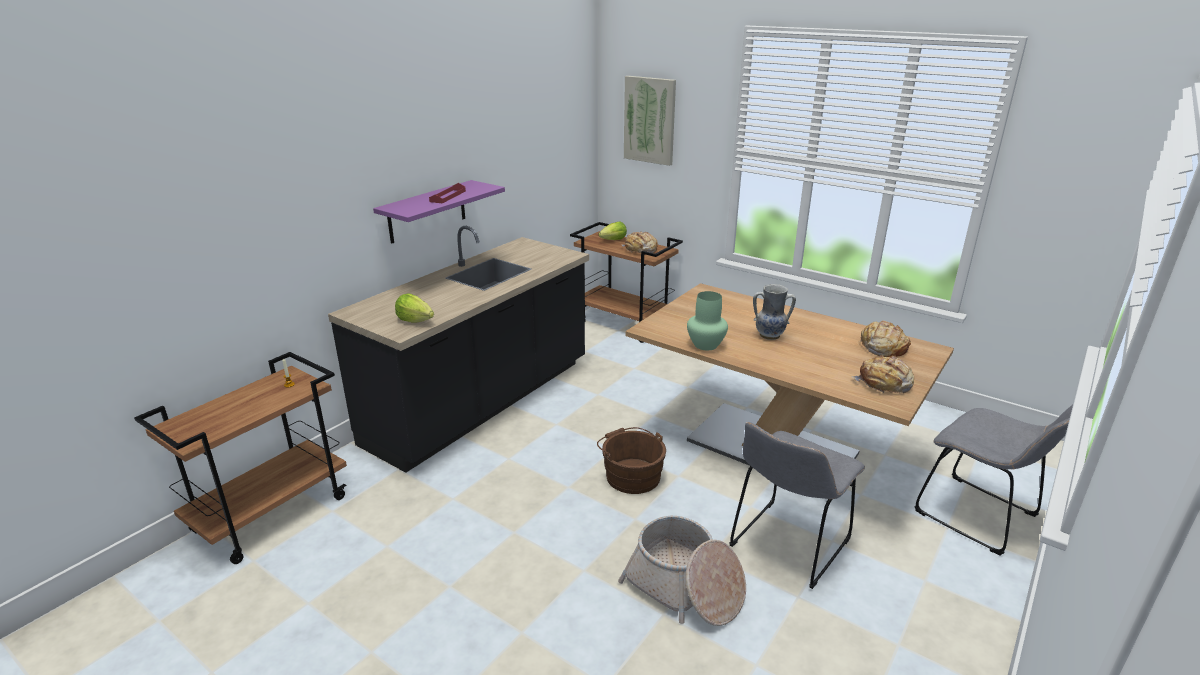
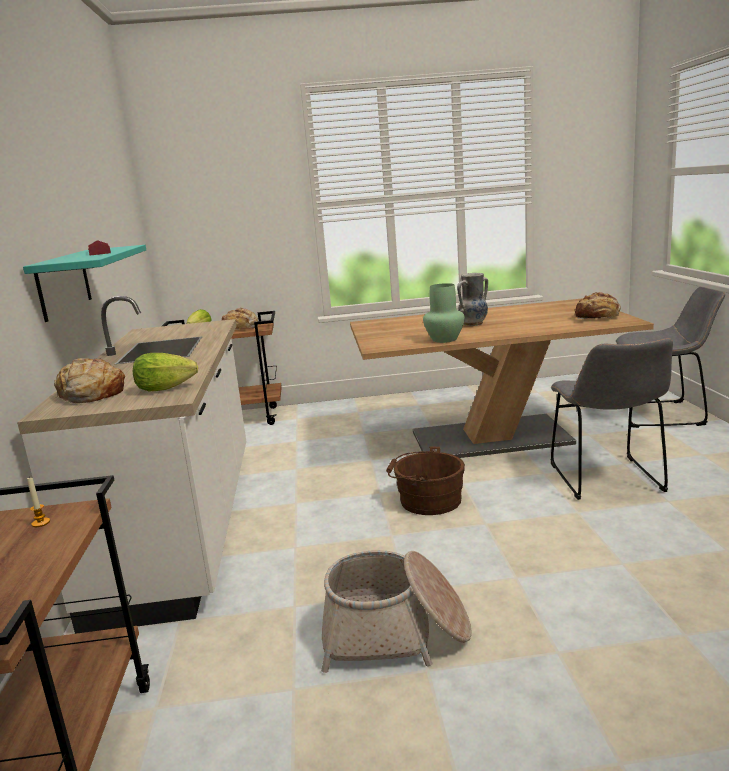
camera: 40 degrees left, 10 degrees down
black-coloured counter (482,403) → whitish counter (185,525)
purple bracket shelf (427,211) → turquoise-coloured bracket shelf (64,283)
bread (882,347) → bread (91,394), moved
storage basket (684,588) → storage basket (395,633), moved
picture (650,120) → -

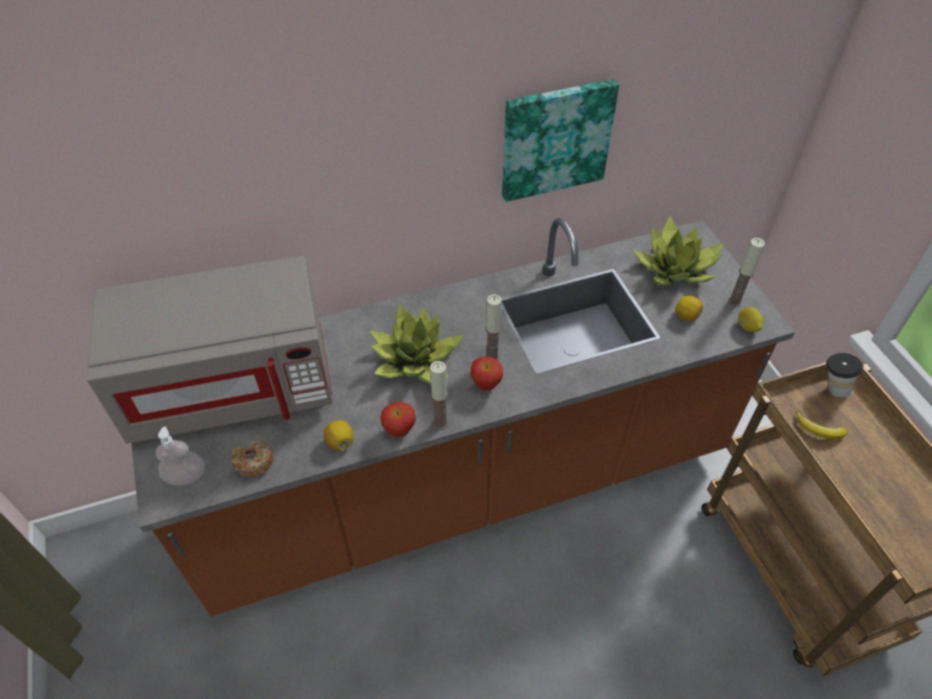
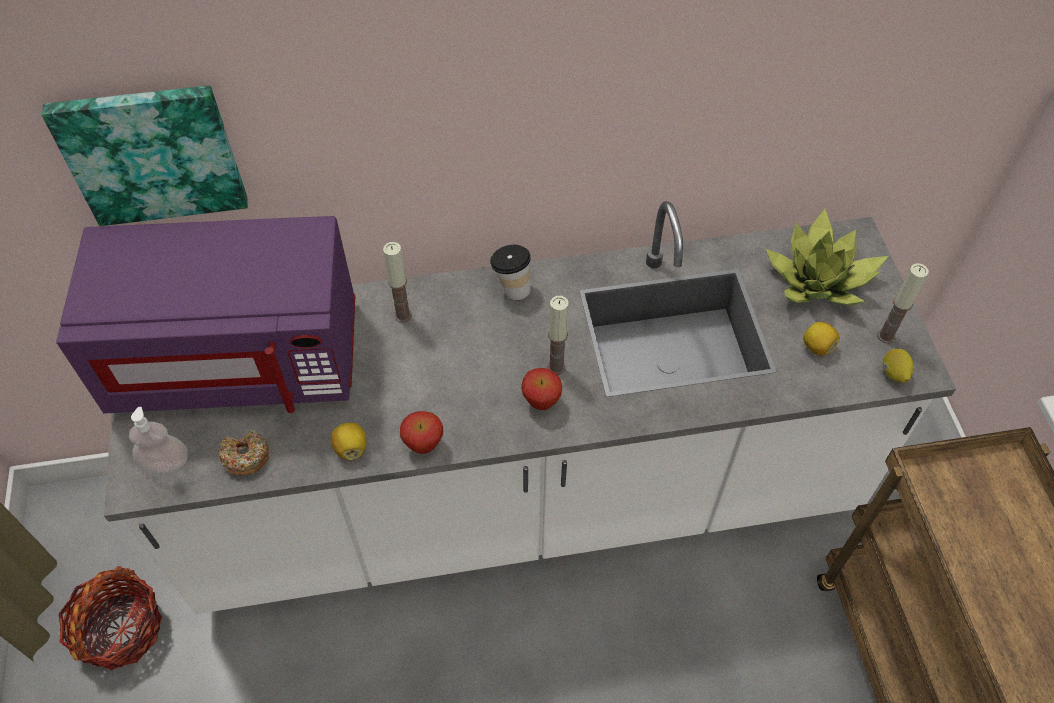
camera: 10 degrees right, 5 degrees up
picture (555,139) → picture (152,153), moved
greyish microwave (233,386) → purple microwave (239,358)
- → storage basket (121,629)
brownish counter (466,484) → whitish counter (527,501)
wax light (440,423) → wax light (403,315), moved
drinking cup (831,388) → drinking cup (512,288), moved
potted plant (416,361) → -
whole banana (818,430) → -

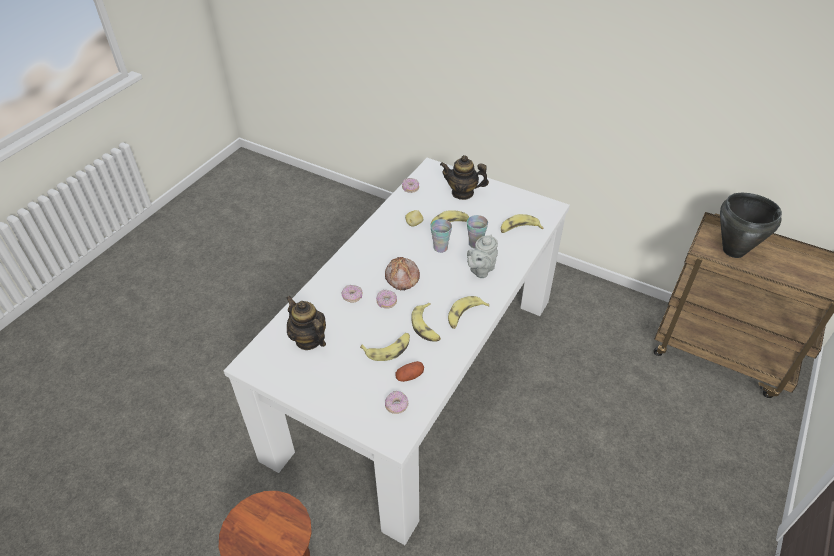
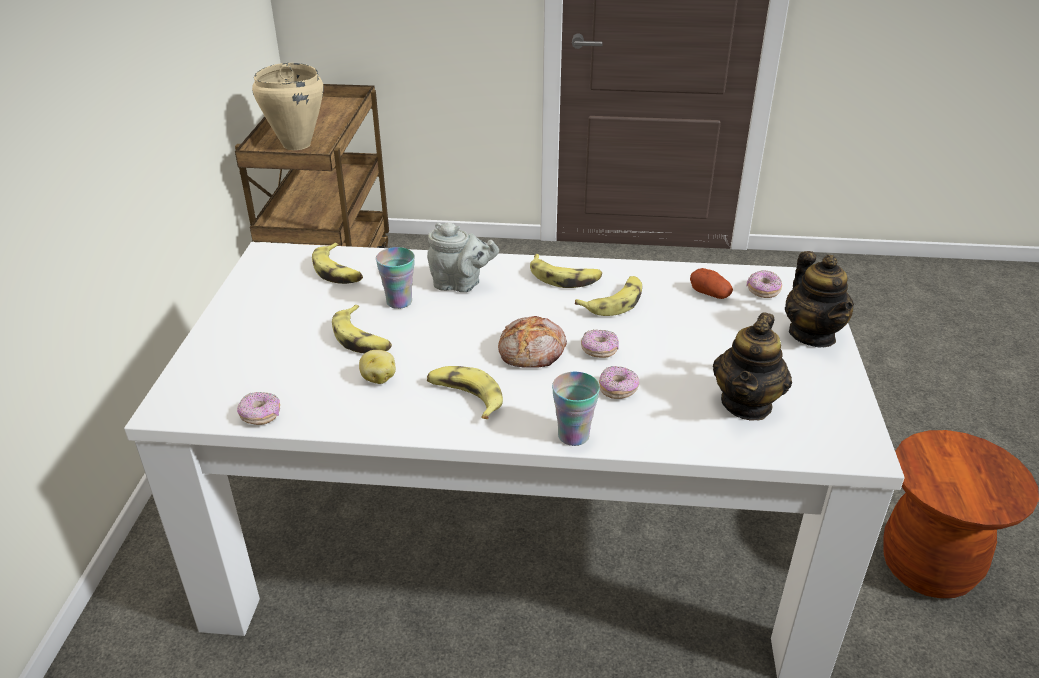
camera: 115 degrees left, 10 degrees down
black-coloured saucepot (733,250) → beige-coloured saucepot (296,145)
whole banana (388,349) → whole banana (465,397), moved
drinking cup (440,248) → drinking cup (573,436), moved
teapot (462,193) → teapot (812,334), moved

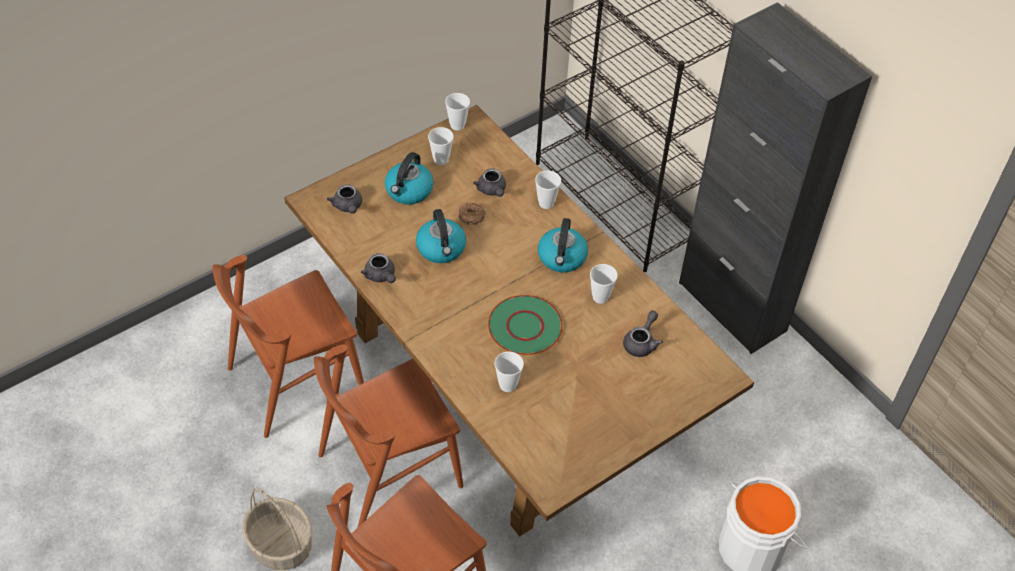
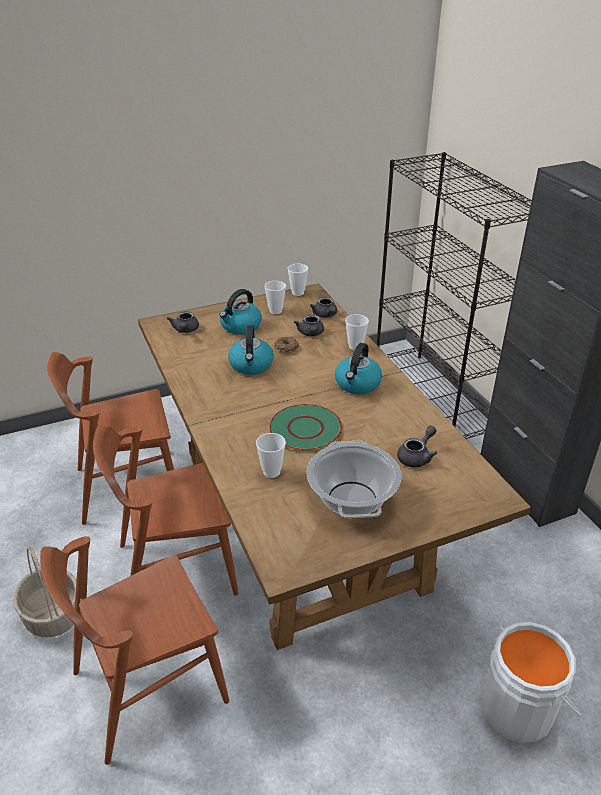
camera: 15 degrees right, 15 degrees down
- → saucepot (351,499)
greyish teapot (381,276) → greyish teapot (325,315), moved
drinking cup (600,297) → -

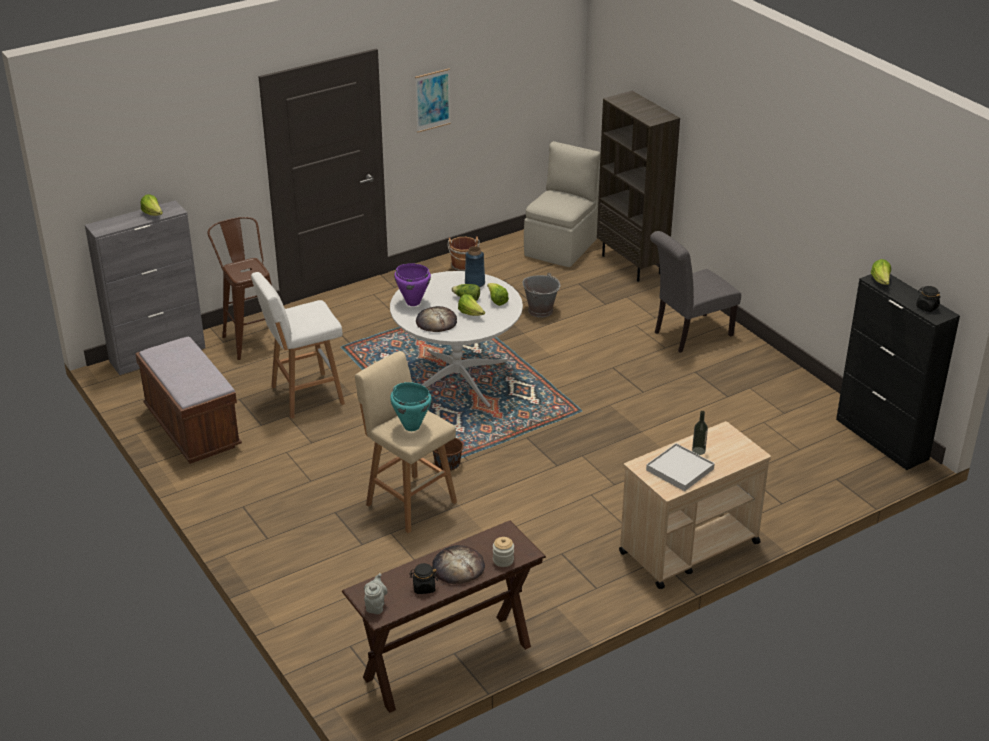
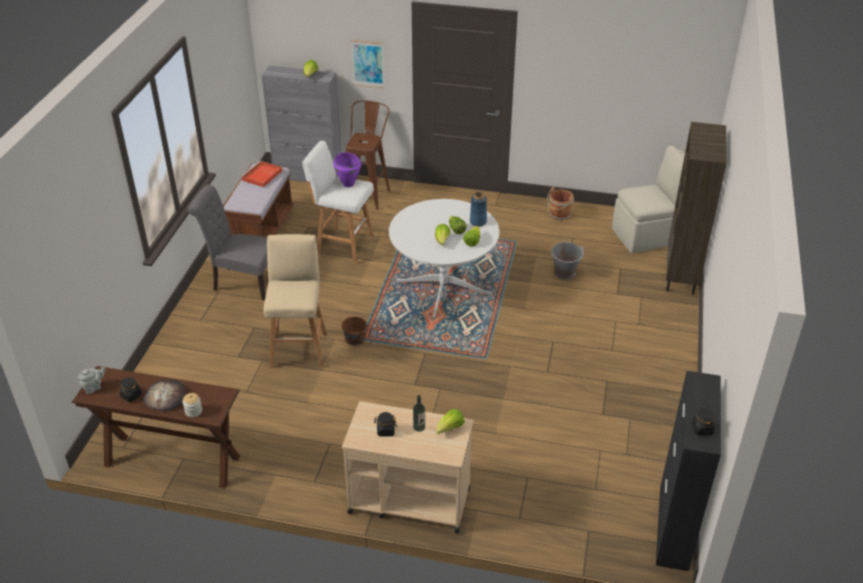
camera: 45 degrees right, 5 degrees up
greyish plain chair (688,334) → greyish plain chair (242,282), moved
- → reddish serving tray (262,176)
purple saucepot (413,302) → purple saucepot (348,184), moved
picture (432,100) → picture (368,64), moved
whitish serving tray (680,469) → black-coloured jar (385,431)
lettuce (881,281) → lettuce (450,429), moved
turquoise-coloured saucepot (411,426) → -
bread (436,322) → -

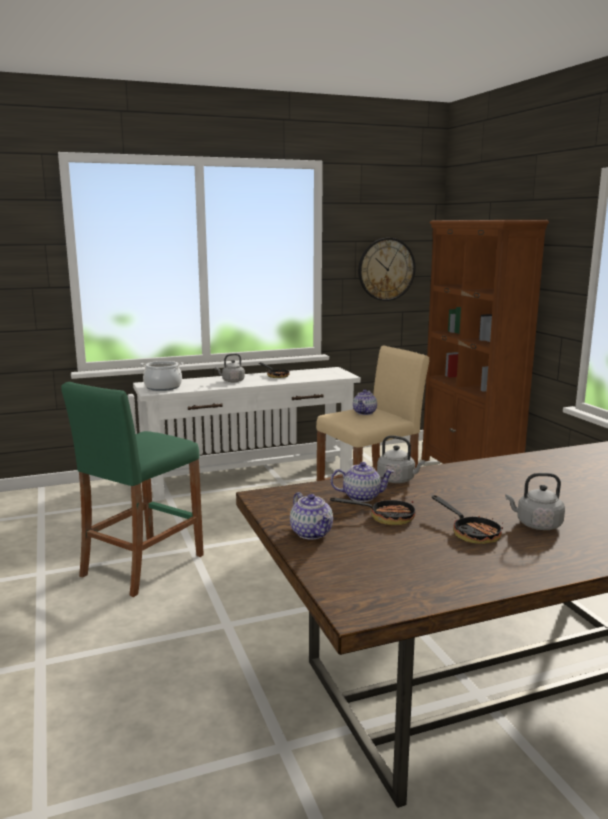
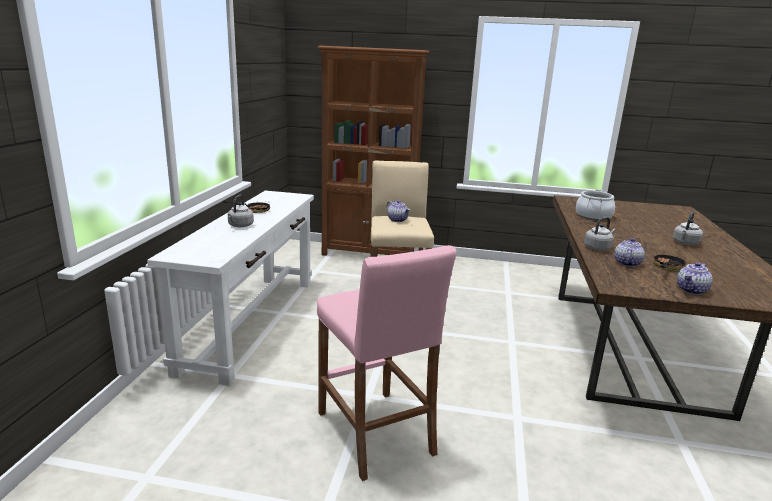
camera: 60 degrees left, 5 degrees up
greenish sitting stool (142,565) → pink sitting stool (375,433)
saucepot (163,387) → saucepot (593,216), moved
teapot (312,533) → teapot (691,290), 135 degrees clockwise
hanging clock (386,269) → -
frying pan (471,532) → -

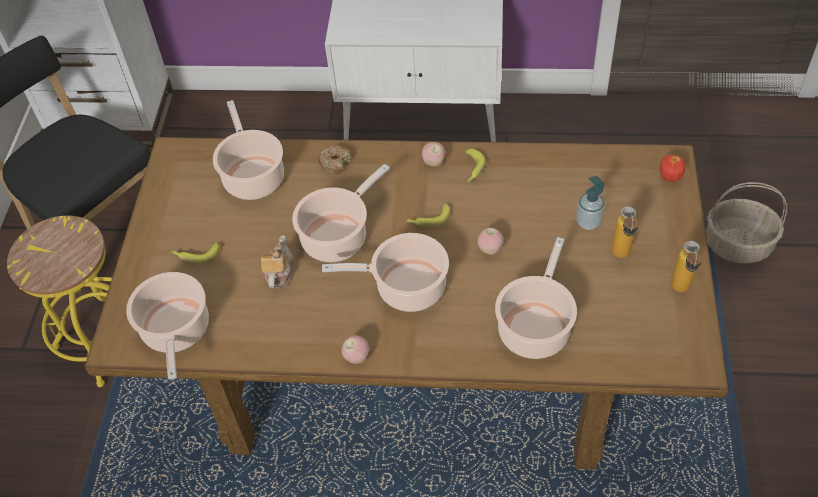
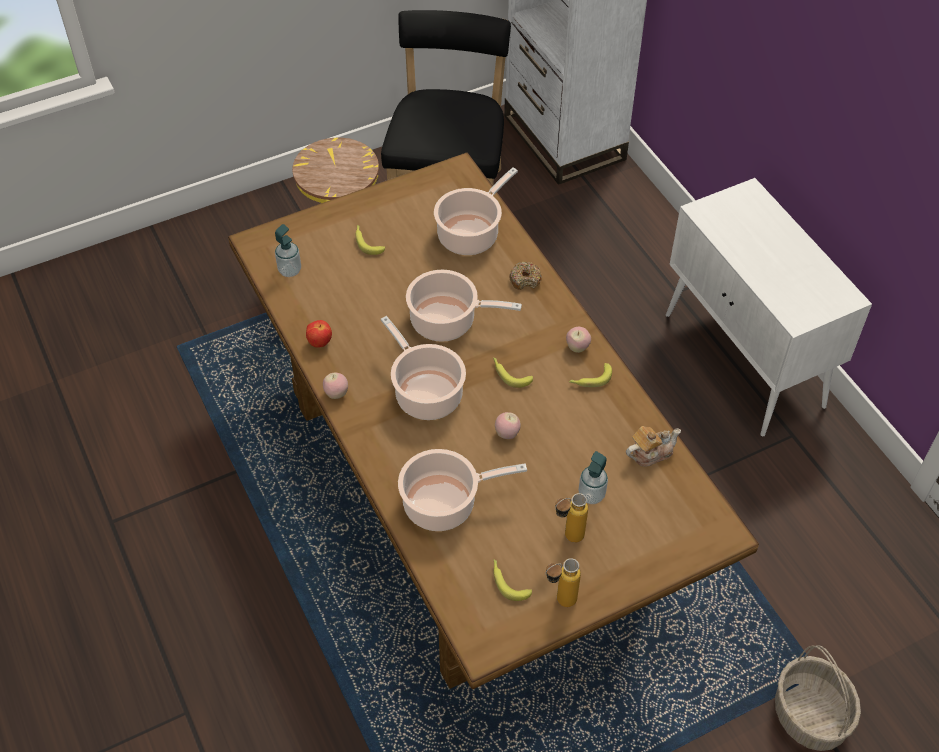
camera: 55 degrees right, 0 degrees up
saucepot (176,331) → liquid soap bottle (290,270)
whole apple (669,177) → whole apple (320,342), moved
- → whole banana (508,582)
teapot (279,273) → teapot (650,453), moved

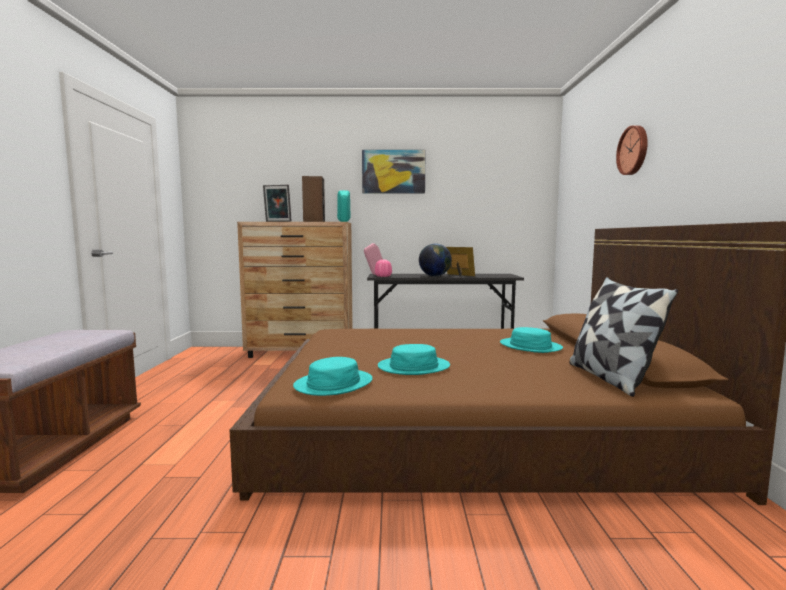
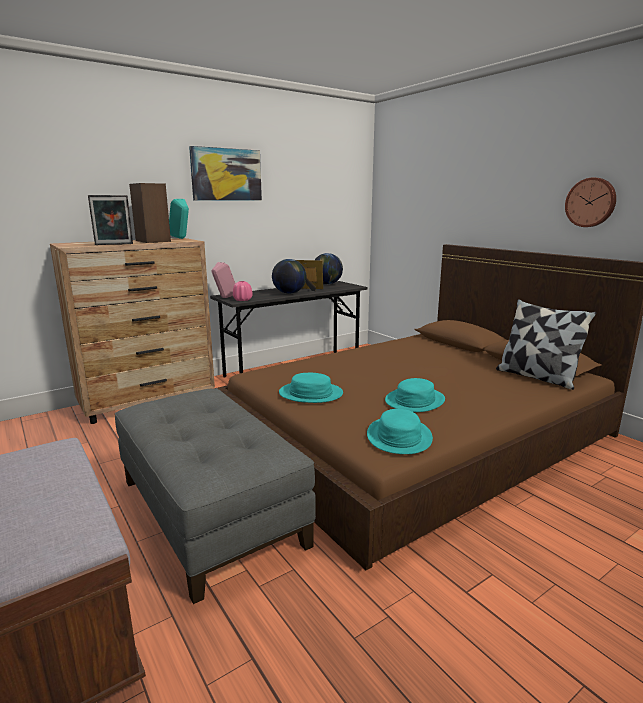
camera: 35 degrees left, 10 degrees up
- → greyish pouffe (212,511)
turquoise-coloured clothing hat (530,346) → turquoise-coloured clothing hat (310,394), moved
- → globe (327,284)
hanging clock (634,150) → hanging clock (591,202), moved

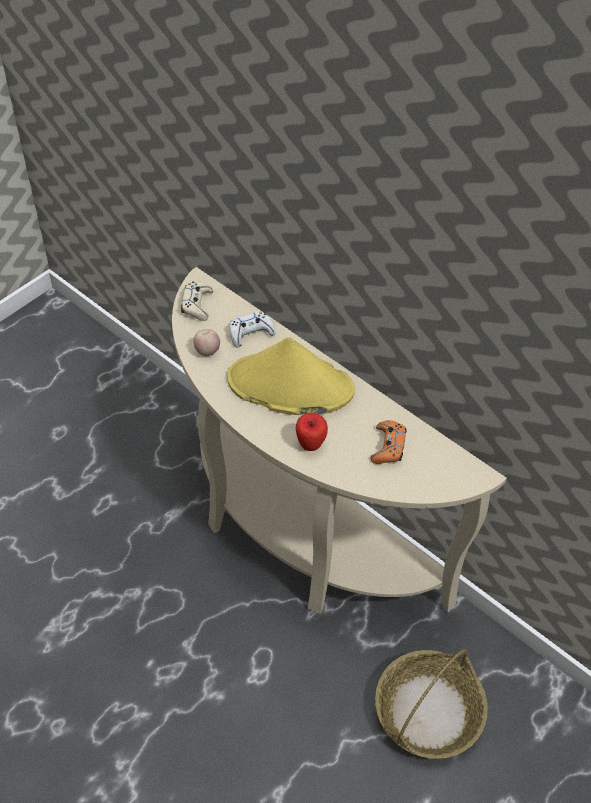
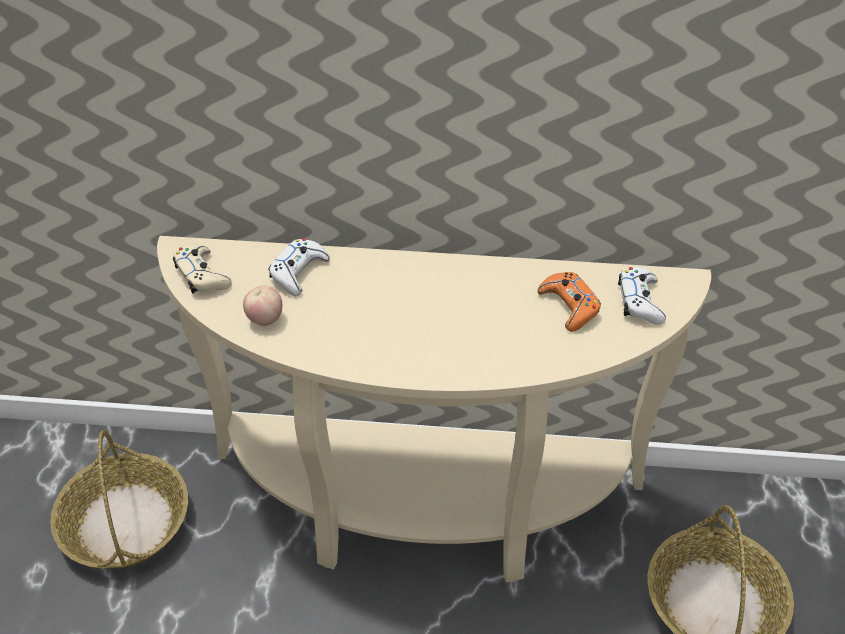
camera: 35 degrees left, 5 degrees down
- → storage basket (125,522)
- → whitish game controller (640,302)
yellow-coloured clothing hat (289,385) → -
whole apple (310,444) → -

